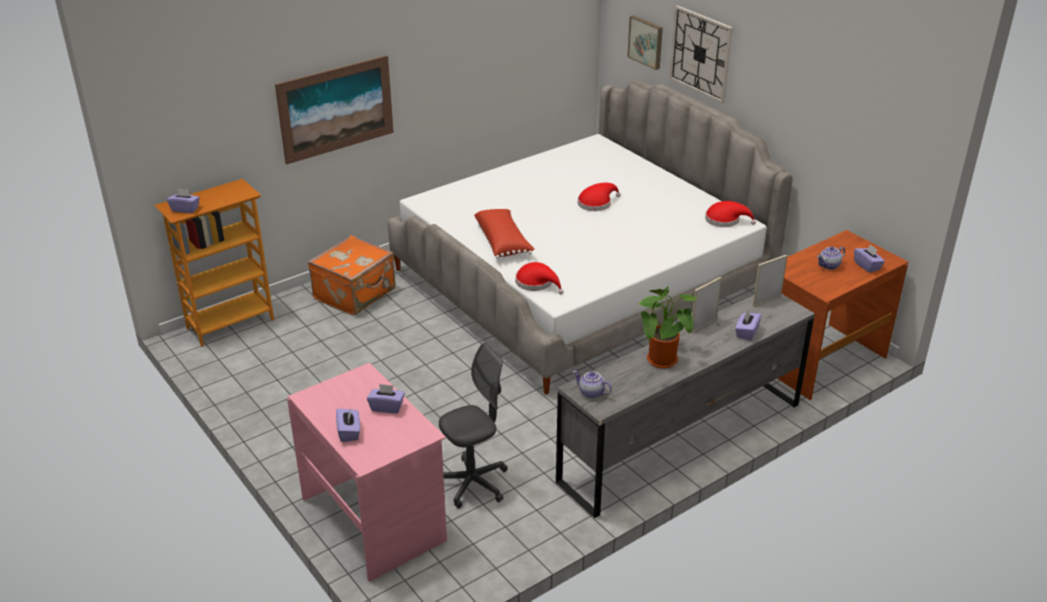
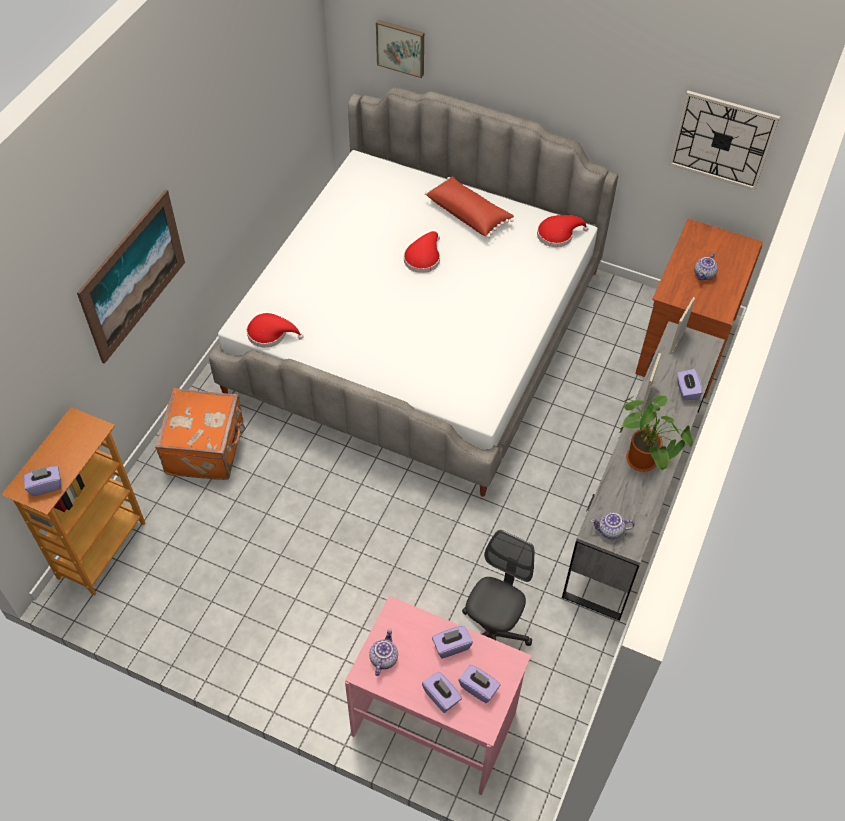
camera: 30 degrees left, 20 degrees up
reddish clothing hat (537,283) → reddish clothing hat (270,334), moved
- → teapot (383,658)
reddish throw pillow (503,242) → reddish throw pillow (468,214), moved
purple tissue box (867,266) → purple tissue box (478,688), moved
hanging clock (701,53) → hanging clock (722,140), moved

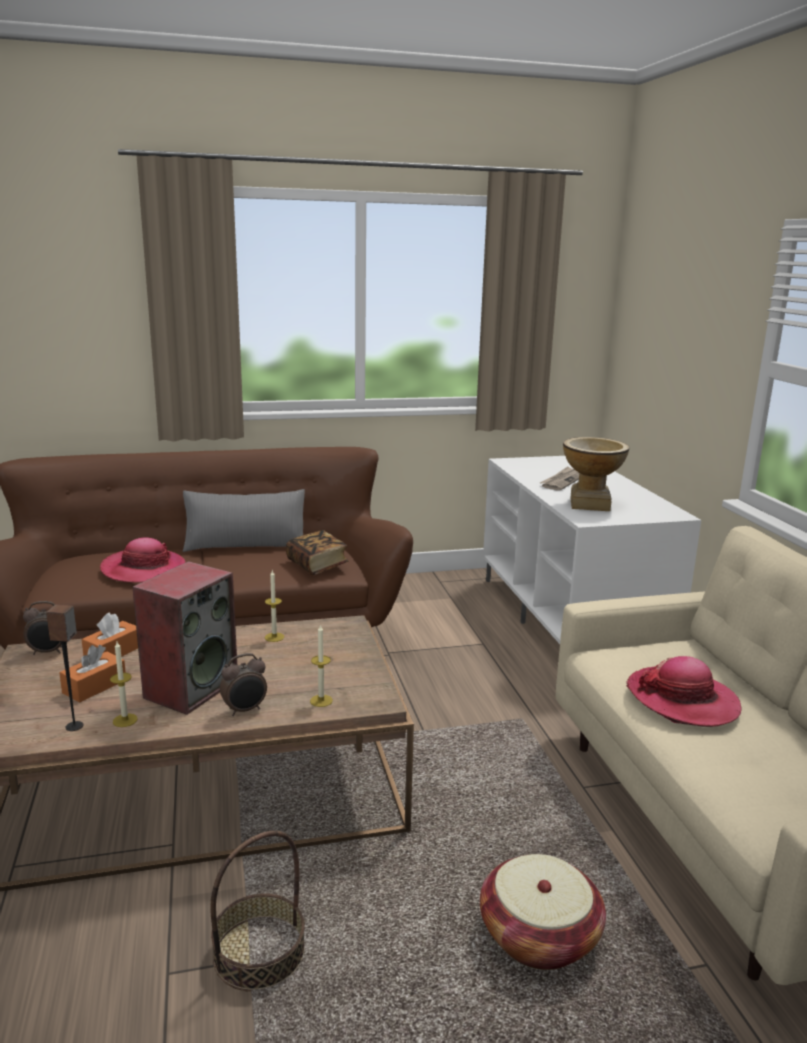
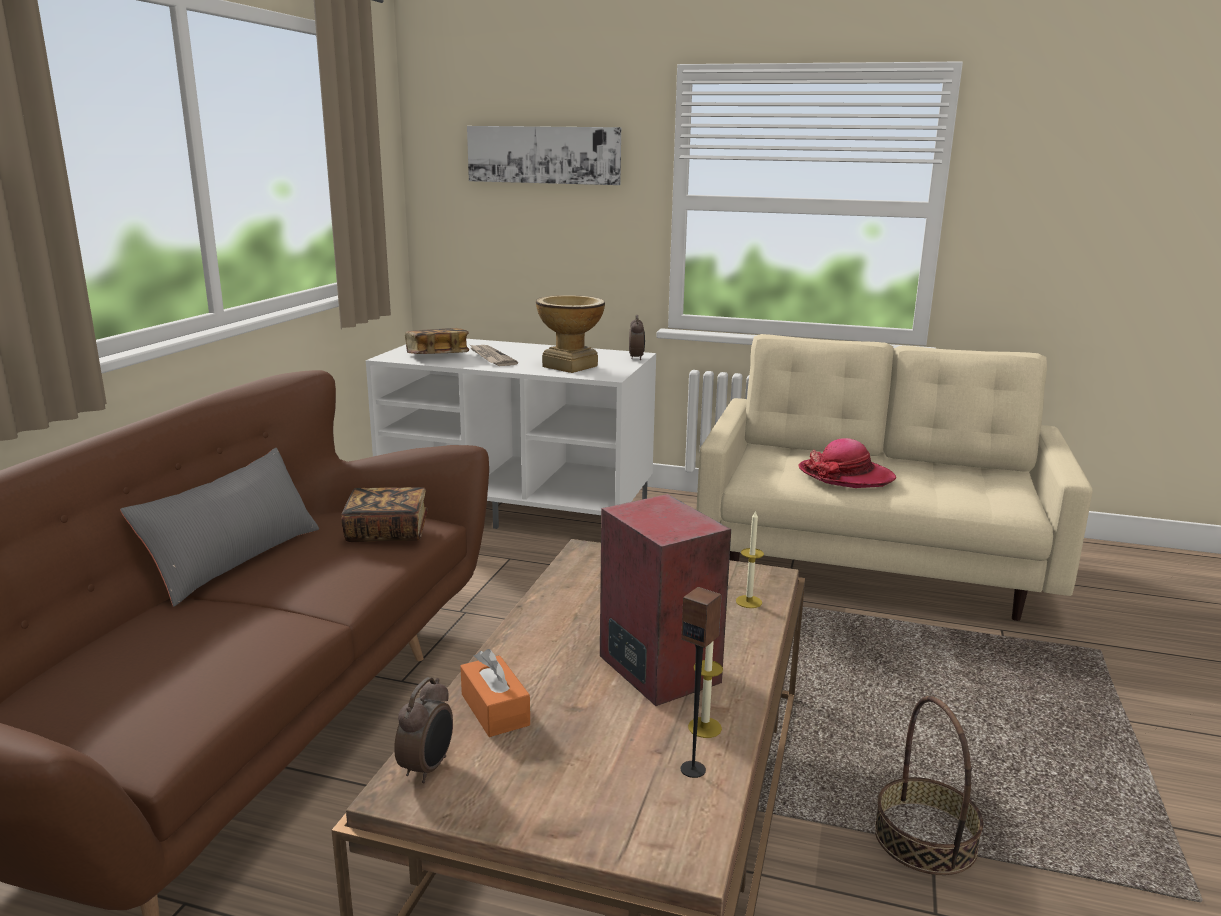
camera: 60 degrees left, 0 degrees up
- → bound book (437,356)
- → picture (544,155)
alarm clock (245,710) → alarm clock (636,358), moved
orange-coloured tissue box (94,686) → -
clothing hat (143,569) → -
wax light (274,637) → -
storage basket (539,935) → -

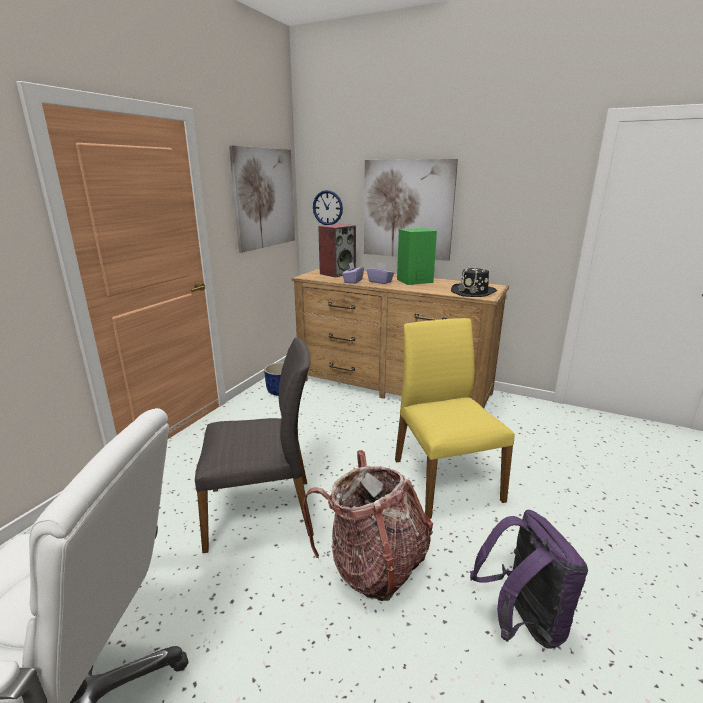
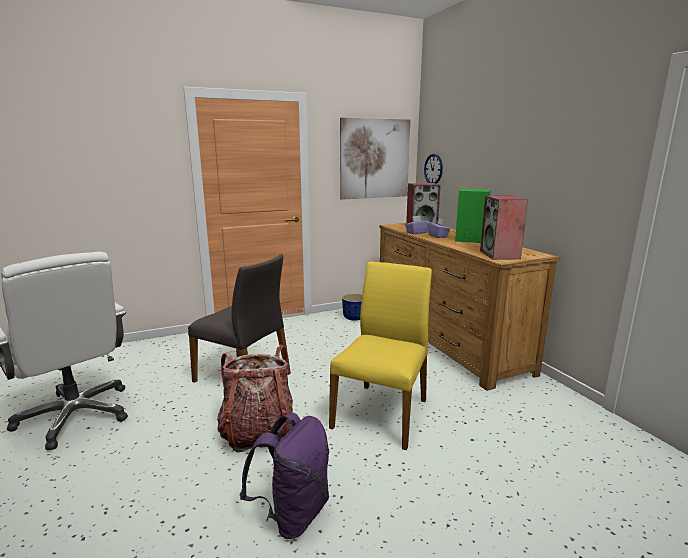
camera: 40 degrees right, 5 degrees down
black-coloured clothing hat (473,292) → audio speaker (500,255)
picture (407,209) → -

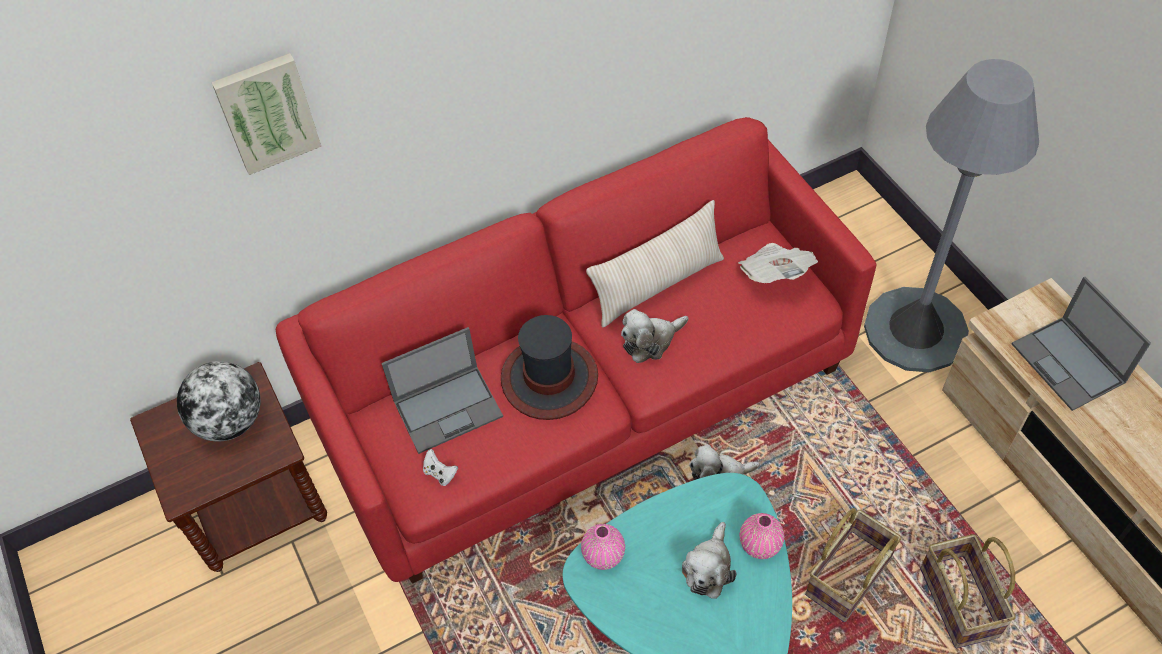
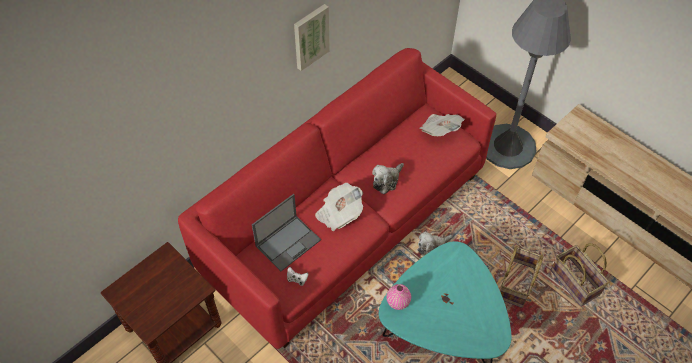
camera: 20 degrees left, 0 degrees up
picture (267,112) → picture (310,36), moved
clothing hat (549,379) → newspaper (339,213)
globe (230,421) → -
beige-coloured throw pillow (657,285) → -
soft toy (709,568) → -
pink decorative vase (760,545) → -
notebook computer (1069,364) → -

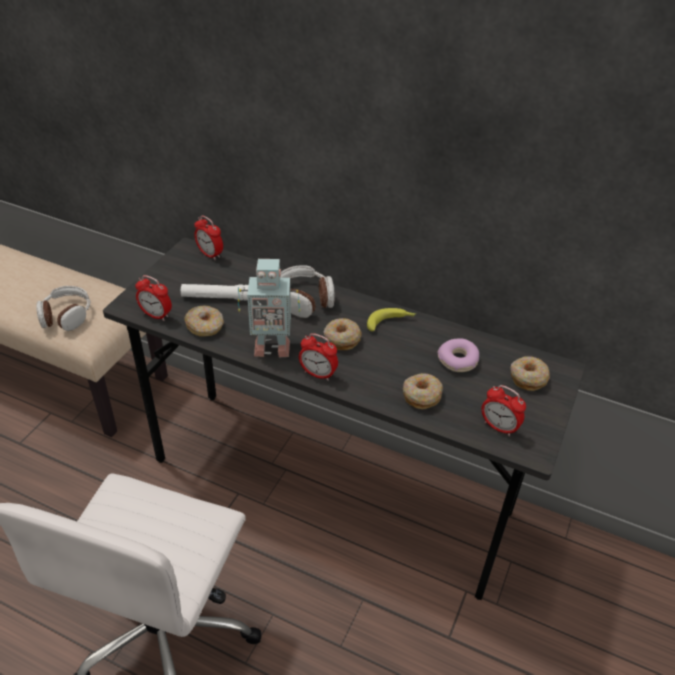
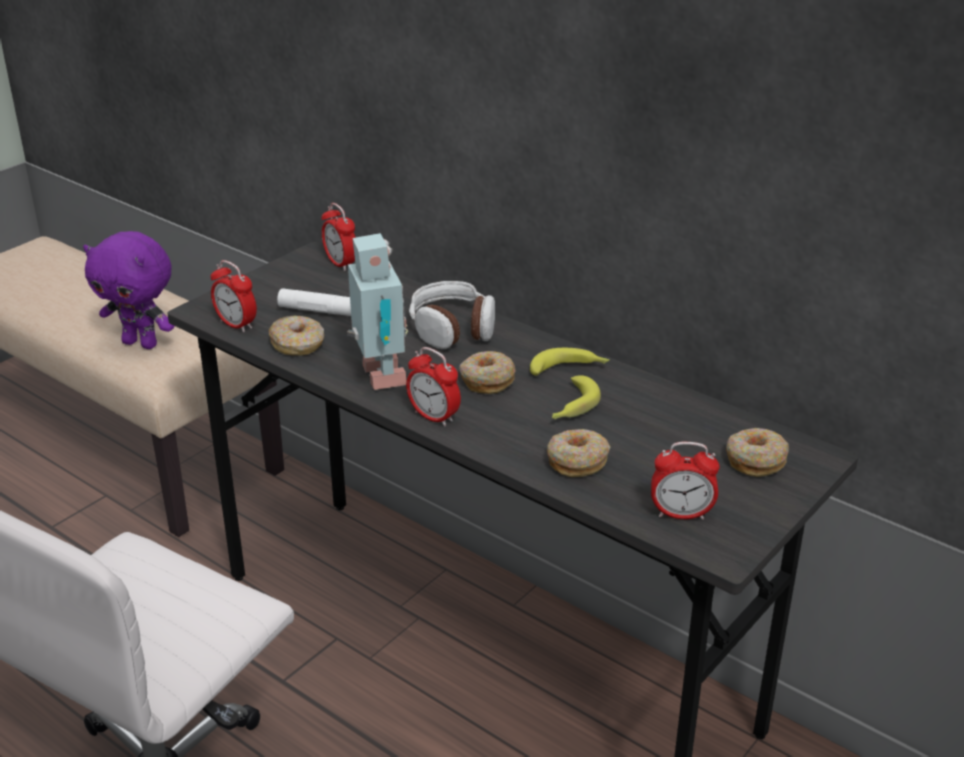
camera: 15 degrees right, 10 degrees down
headset (66,315) → purple soft toy (141,343)
robot figure (270,347) → robot figure (379,378), 120 degrees counterclockwise
- → whole banana (572,407)
alarm clock (499,427) → alarm clock (681,514), 45 degrees counterclockwise
doughnut (458,361) → -

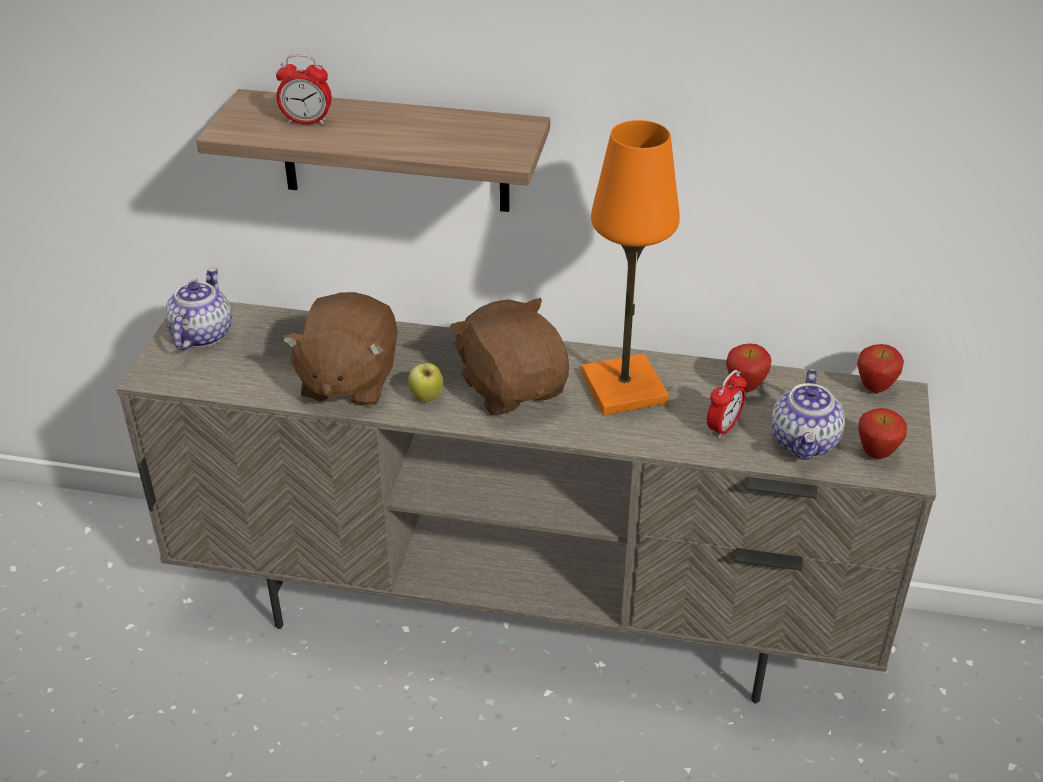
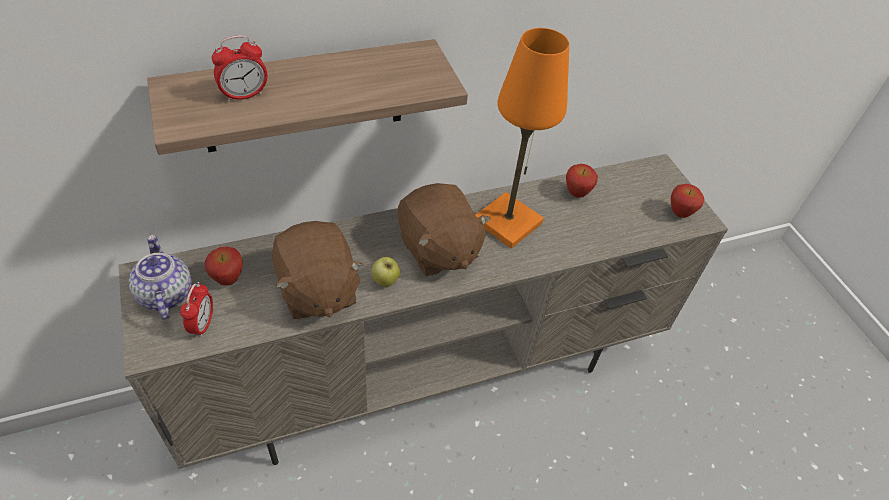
camera: 35 degrees left, 10 degrees up
alarm clock (723,428) → alarm clock (203,325), moved
whole apple (874,388) → whole apple (228,280), moved
brownish soft toy (513,387) → brownish soft toy (438,249), 150 degrees counterclockwise
teapot (805,442) → -

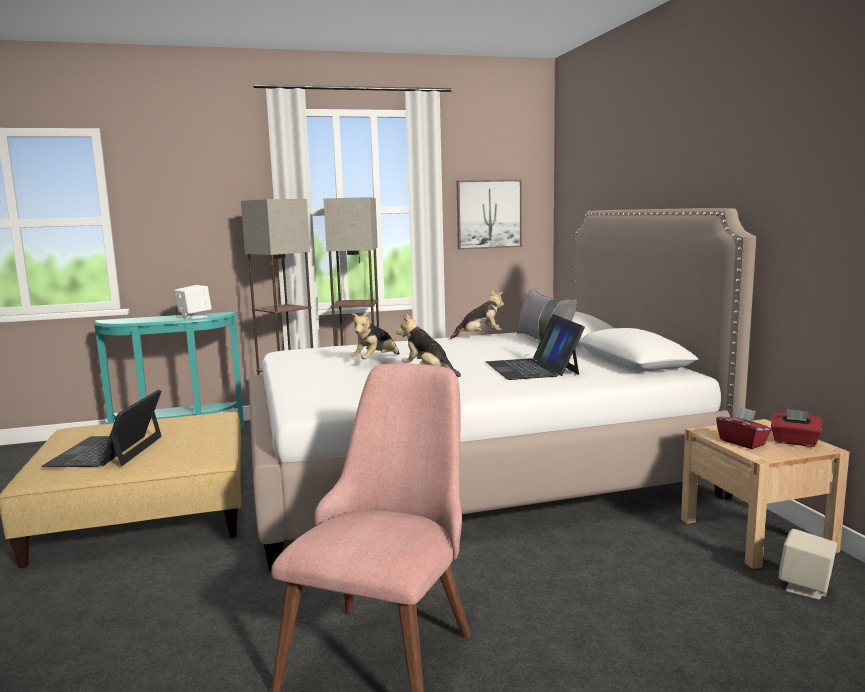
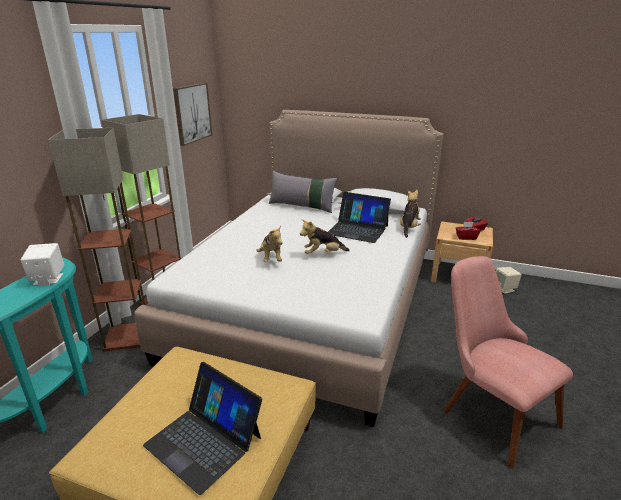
camera: 55 degrees left, 15 degrees up
soft toy (480,336) → soft toy (409,228), moved

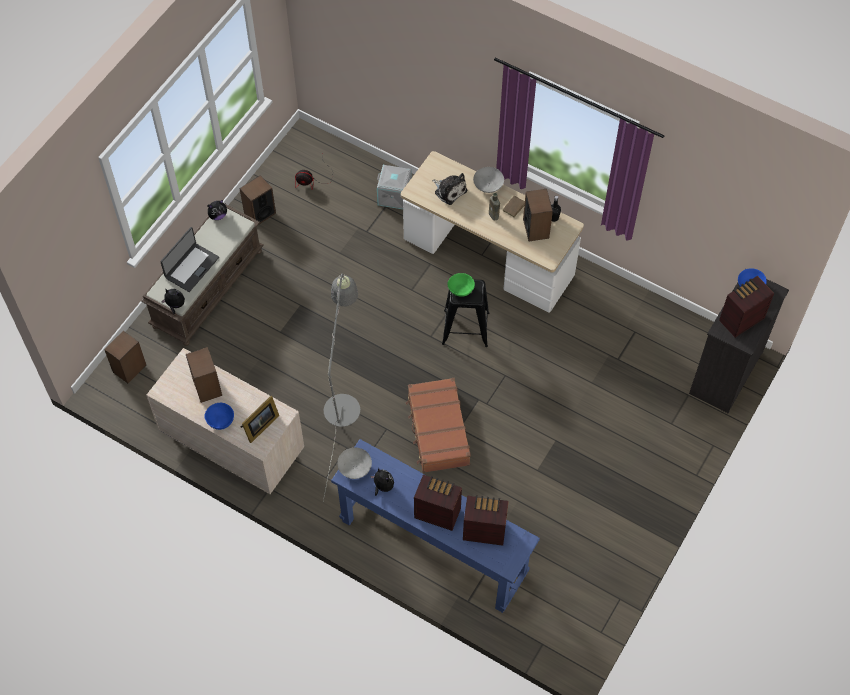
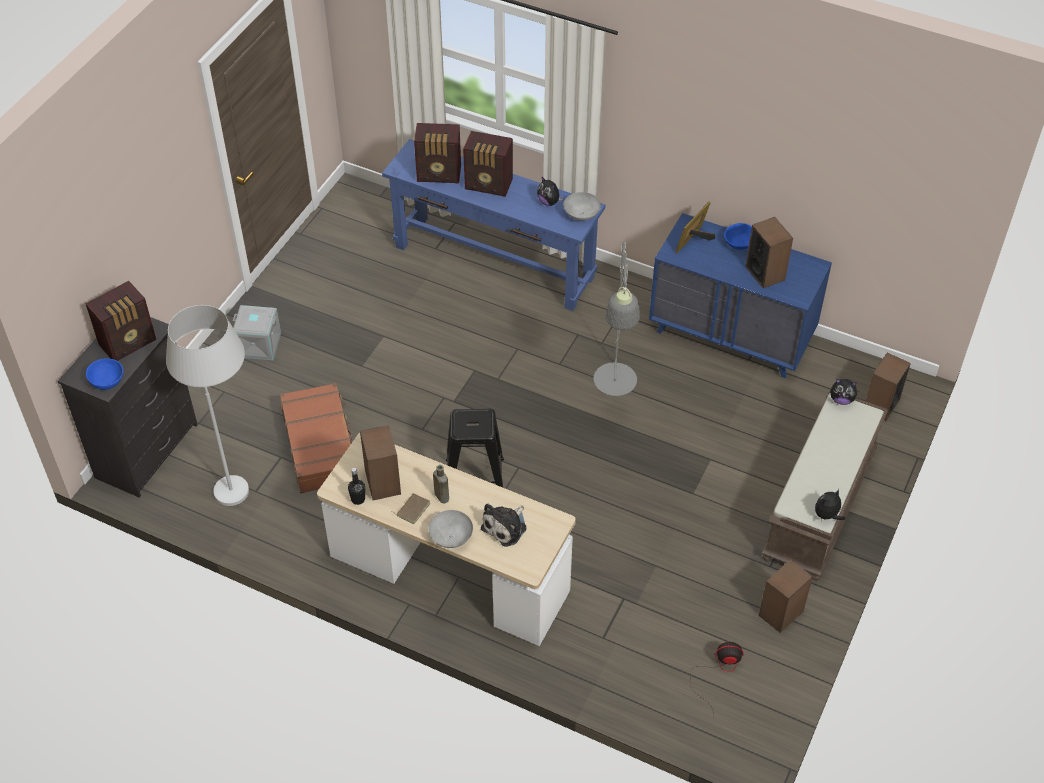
camera: 175 degrees right, 10 degrees down
- → whitish floor lamp (234,476)
greyish storage box (395,195) → greyish storage box (258,345), moved
brownish suitcase (437,430) → brownish suitcase (321,445), moved
soft toy (449,190) → soft toy (506,527), 90 degrees counterclockwise
beige-coloured dresser (232,446) → blue-coloured dresser (731,335)
notebook computer (191,267) → -
greenish serving bowl (461,290) → -

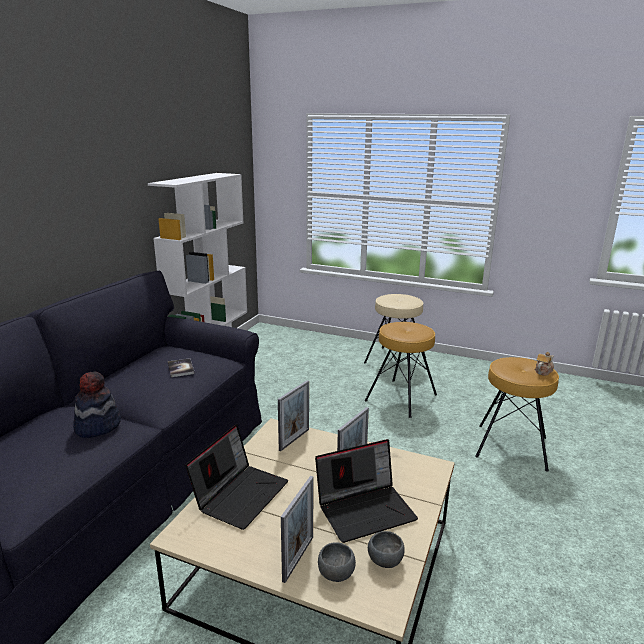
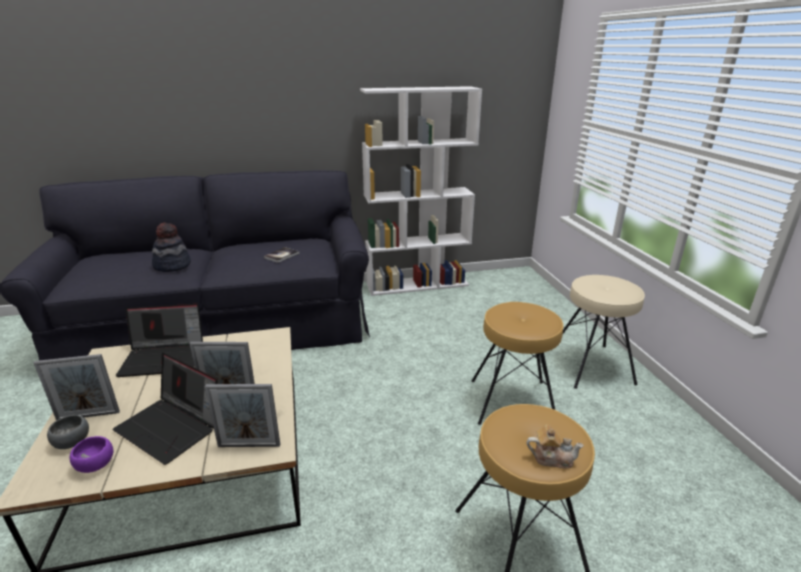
camera: 55 degrees right, 5 degrees up
greyish serving bowl (385,561) → purple serving bowl (95,466)
picture frame (294,439) → picture frame (249,445), moved

